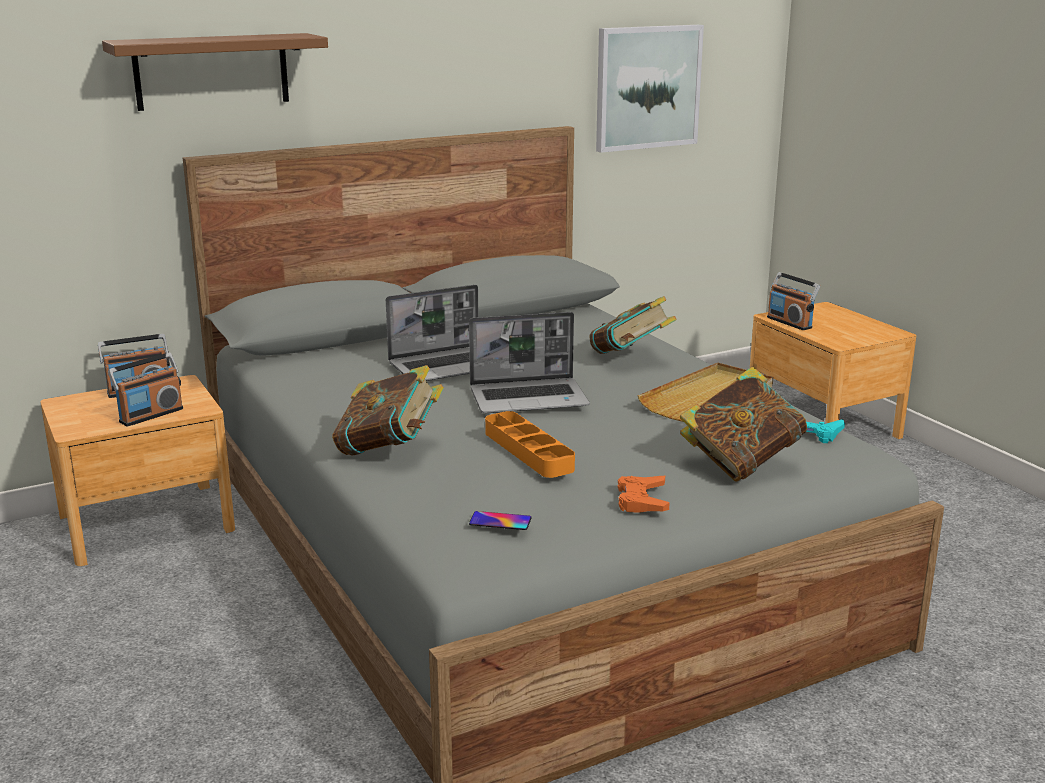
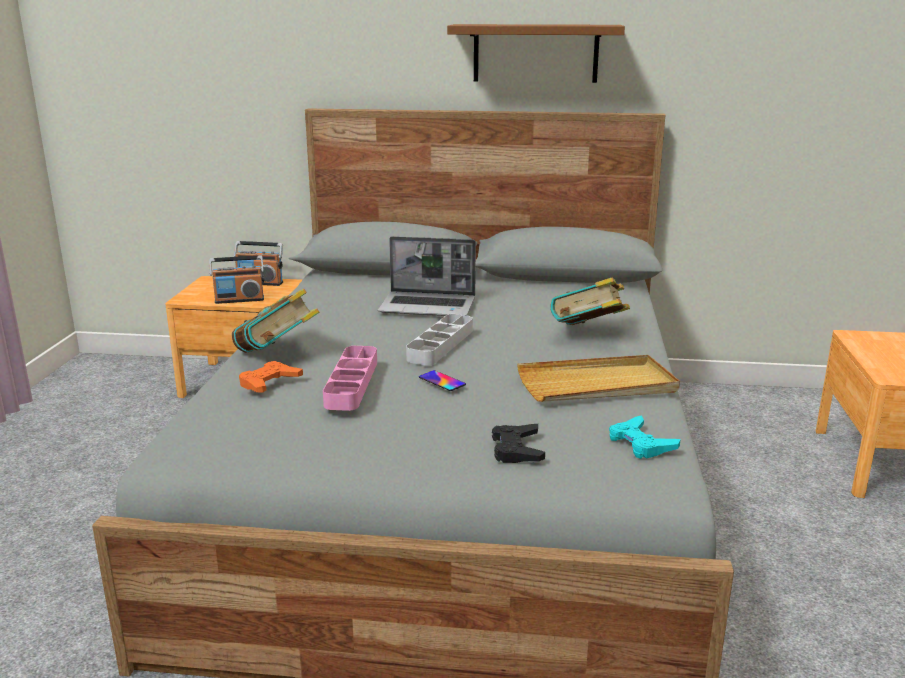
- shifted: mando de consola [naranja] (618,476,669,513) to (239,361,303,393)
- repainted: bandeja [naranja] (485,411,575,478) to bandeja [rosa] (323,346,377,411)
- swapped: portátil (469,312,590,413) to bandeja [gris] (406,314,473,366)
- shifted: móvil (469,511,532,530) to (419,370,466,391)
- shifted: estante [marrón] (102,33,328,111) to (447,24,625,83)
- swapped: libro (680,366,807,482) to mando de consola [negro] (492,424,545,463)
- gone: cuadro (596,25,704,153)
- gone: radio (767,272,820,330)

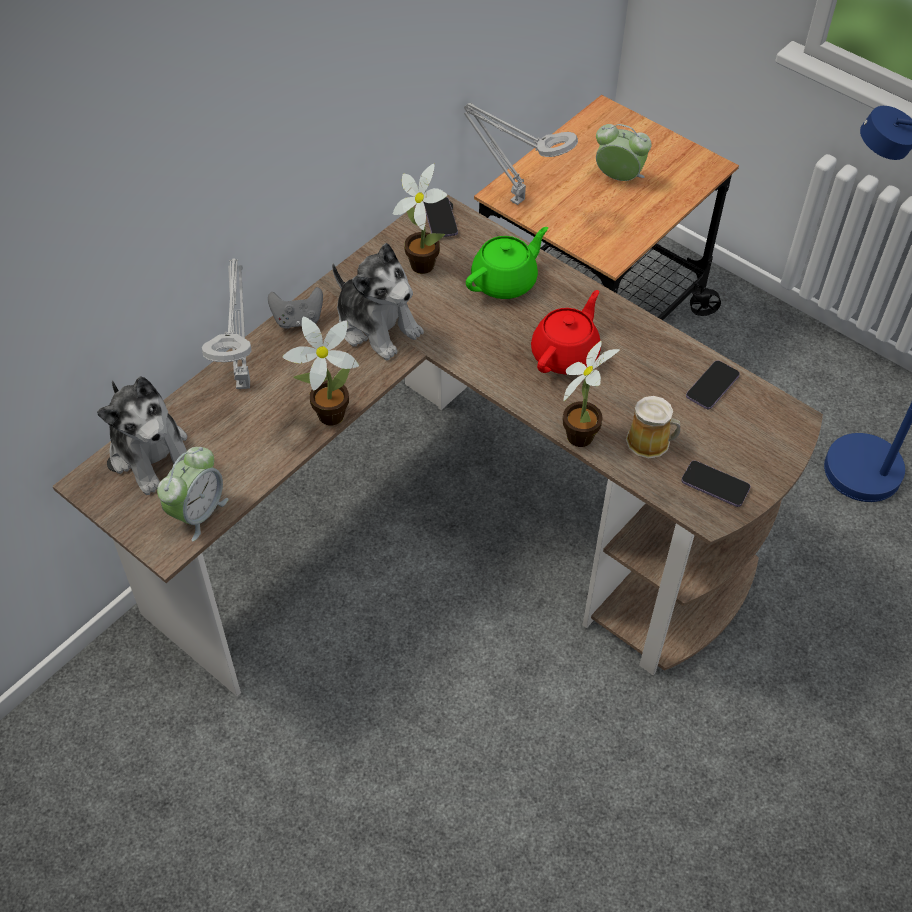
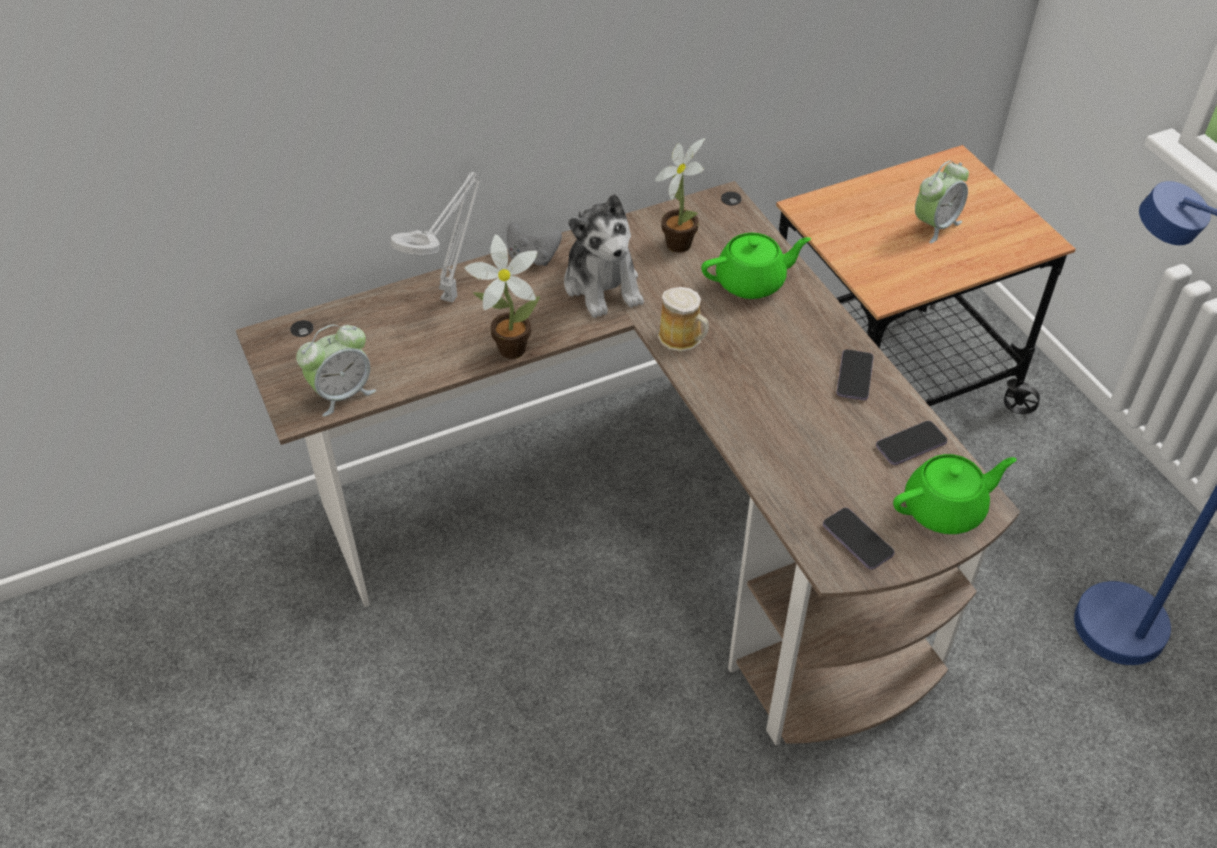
- shifted: taza grande (626,396,680,459) to (658,287,709,352)
- shifted: móvil (423,197,458,237) to (837,349,874,400)
- new: tetera [verde] (893,454,1017,534)
- rotated: despertador (596,124,652,181) = (915,160,969,243) 90 degrees clockwise
- gone: peluche (97,376,187,495)
- gone: lámpara de mesa [gris] (464,103,578,205)
- gone: tetera [rojo] (531,290,601,374)
- gone: planta en maceta (562,341,619,447)

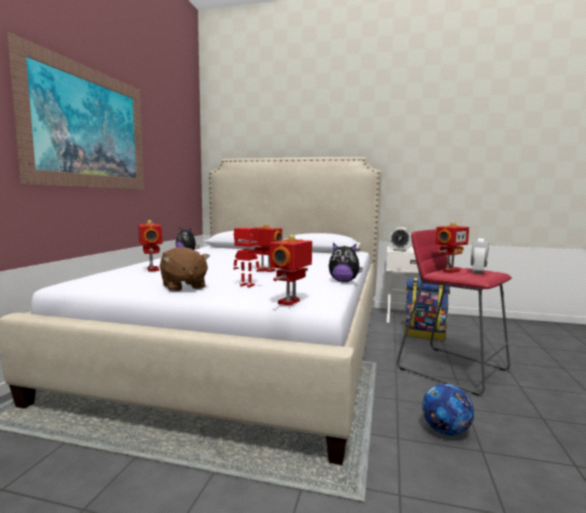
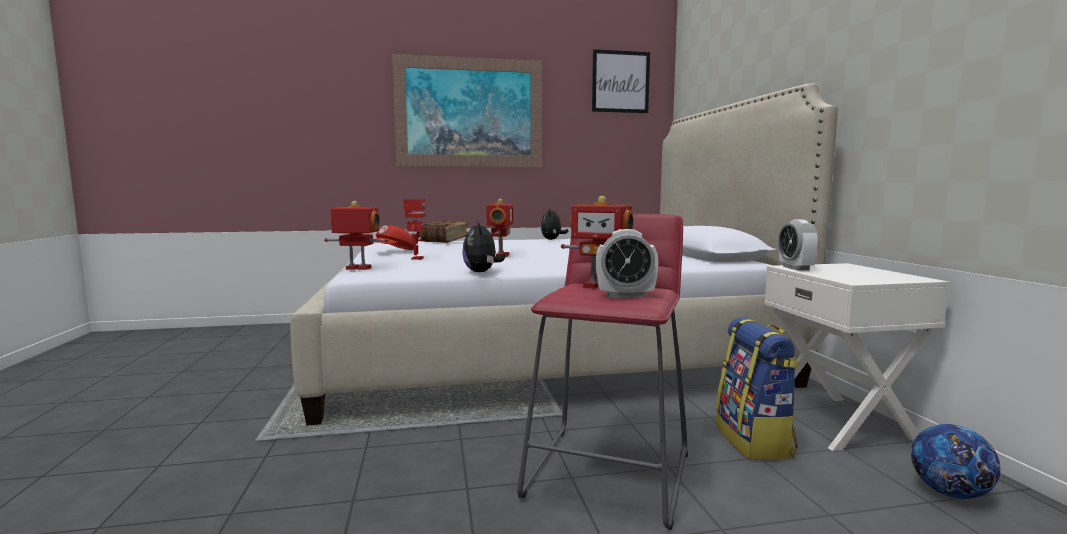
- swapped: peluche [marrón] (160,247,210,292) to gorra [rojo] (376,225,416,250)
- swapped: robot de juguete (138,220,162,272) to libro (419,221,469,243)
- new: cuadro (592,49,650,113)
- shifted: balón de fútbol (422,384,474,436) to (911,424,1001,499)

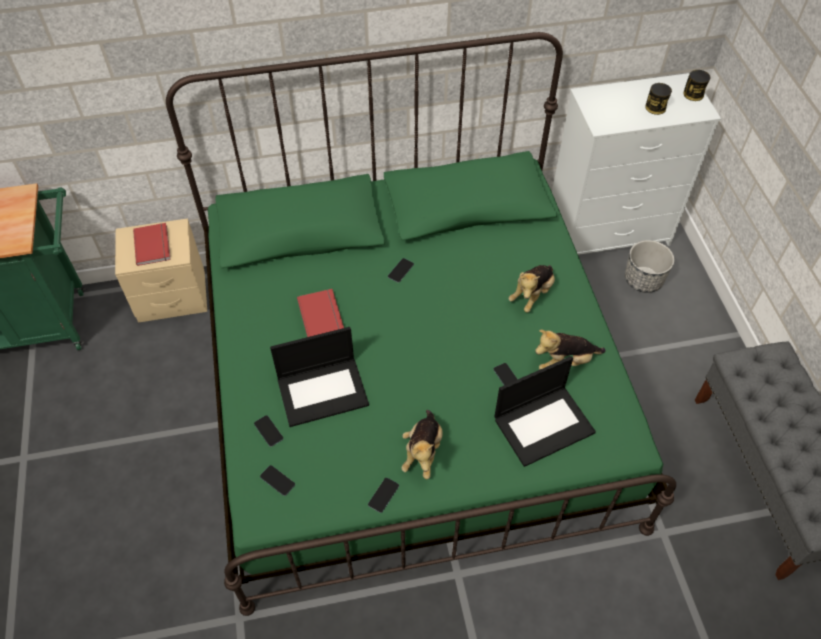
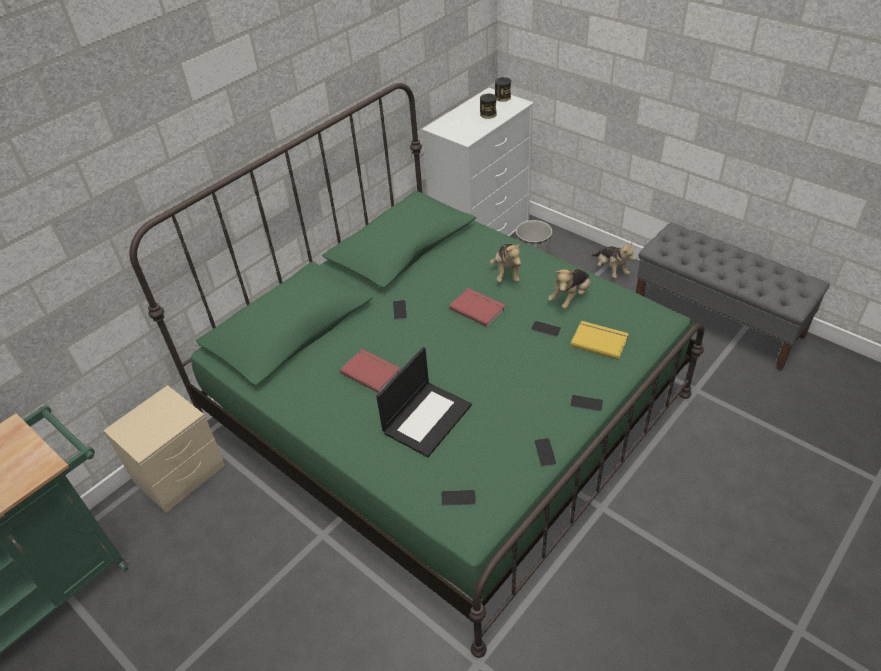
- shifted: libro [rojo] (133,223,171,266) to (449,288,506,327)
- swapped: portátil (494,356,596,467) to libro [amarillo] (570,321,629,360)
- shifted: móvil (254,415,283,447) to (570,395,603,411)
- shifted: peluche (401,410,442,480) to (592,243,636,278)

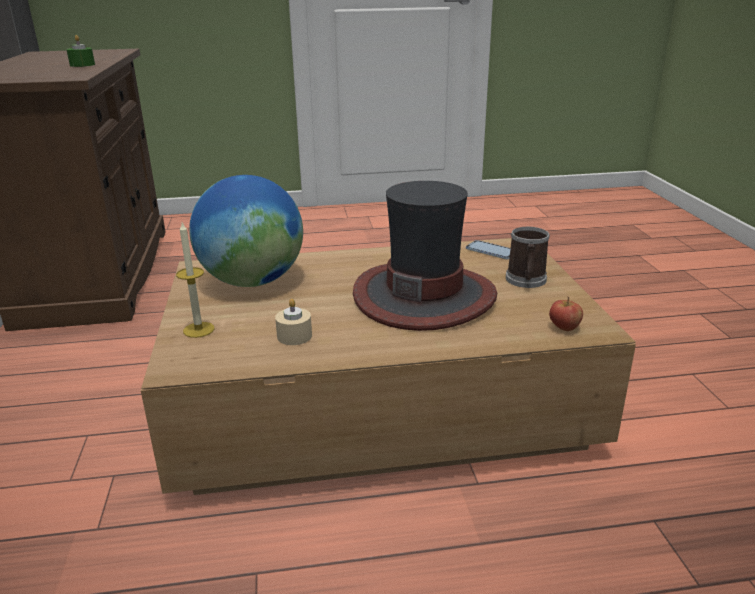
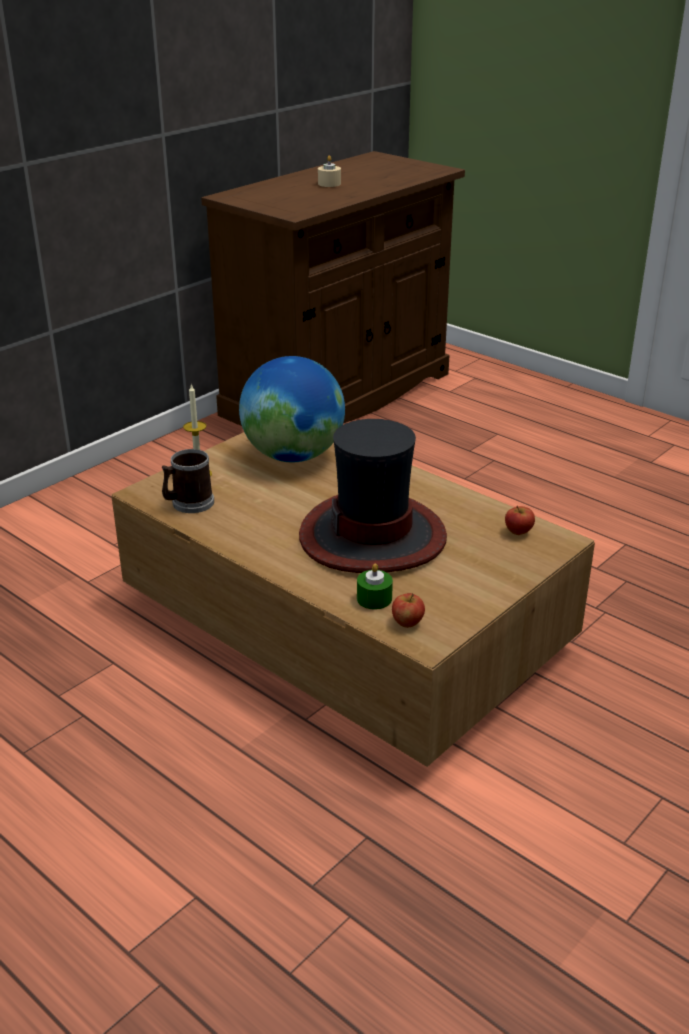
- shifted: taza grande (506,227,550,288) to (162,449,214,513)
- shifted: vela [beis] (275,299,312,345) to (318,155,341,187)
- shifted: vela [verde] (66,35,95,67) to (357,563,393,610)
- swapped: móvil (466,240,511,259) to manzana (505,506,535,535)

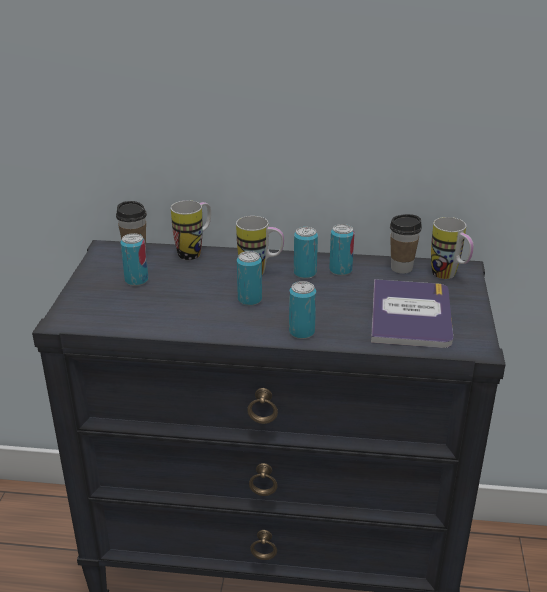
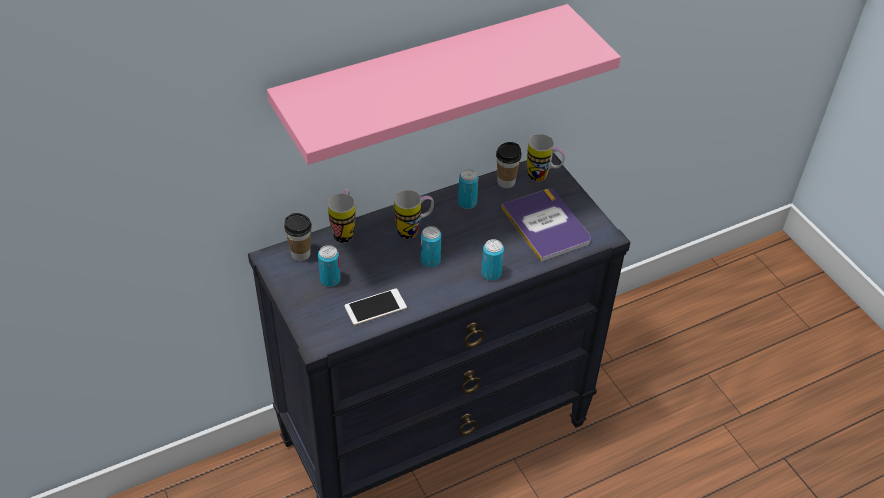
- new: estante [rosa] (267,4,621,165)
- new: móvil (345,288,407,325)
- gone: lata (294,227,318,279)

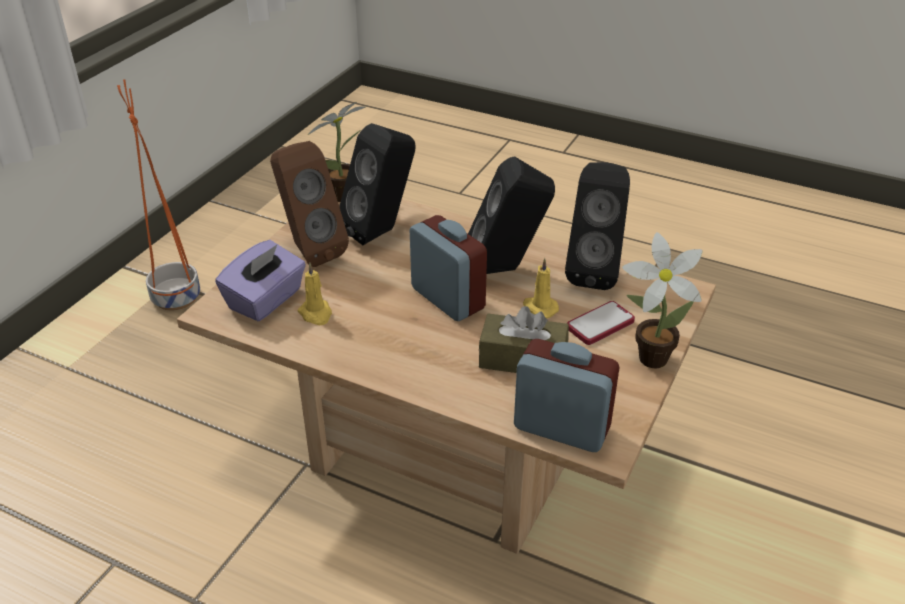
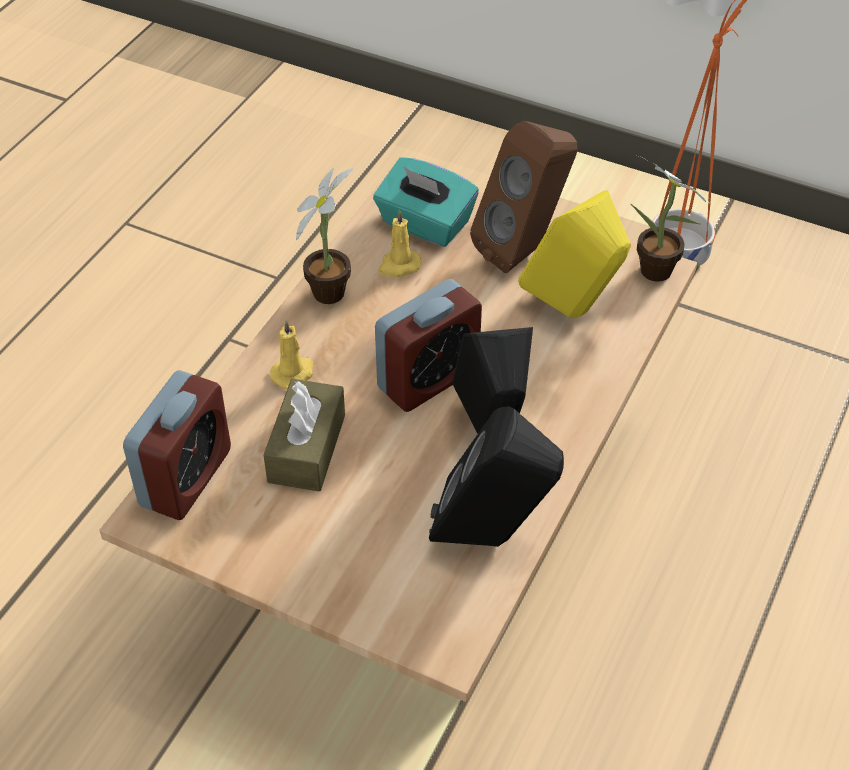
- shifted: vela [amarillo] (523,258,559,318) to (270,319,313,390)
- shifted: planta en maceta (622,232,703,368) to (296,168,354,304)
- repainted: caja de pañuelos [morado] (215,240,306,321) to caja de pañuelos [turquesa] (373,157,479,247)
- repainted: altavoz [negro] (339,123,416,245) to altavoz [amarillo] (518,190,631,318)
- gone: móvil (567,301,635,345)

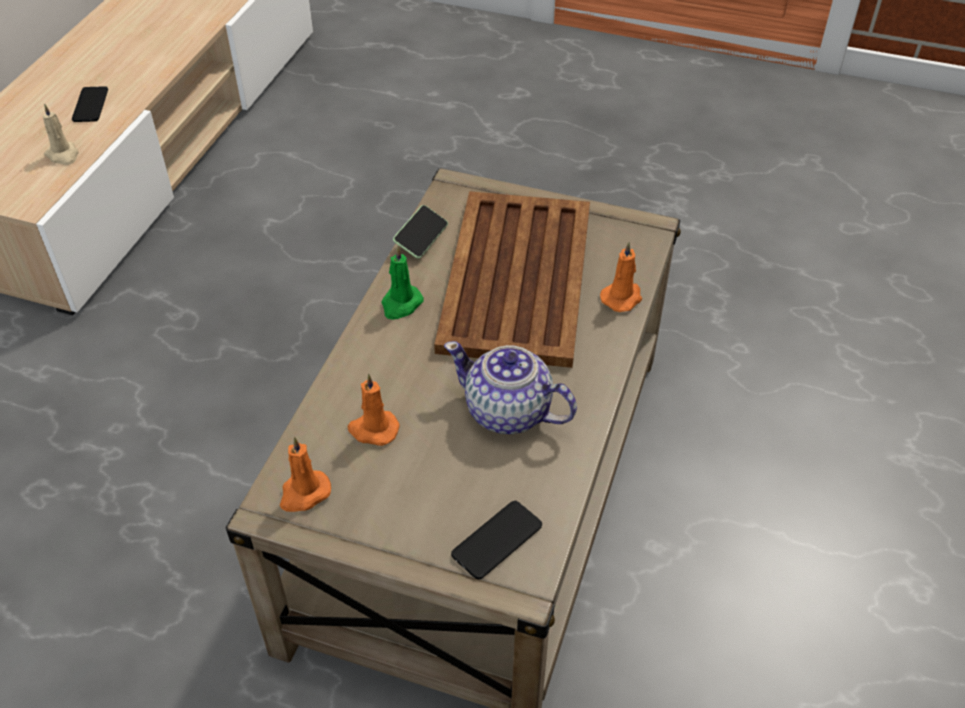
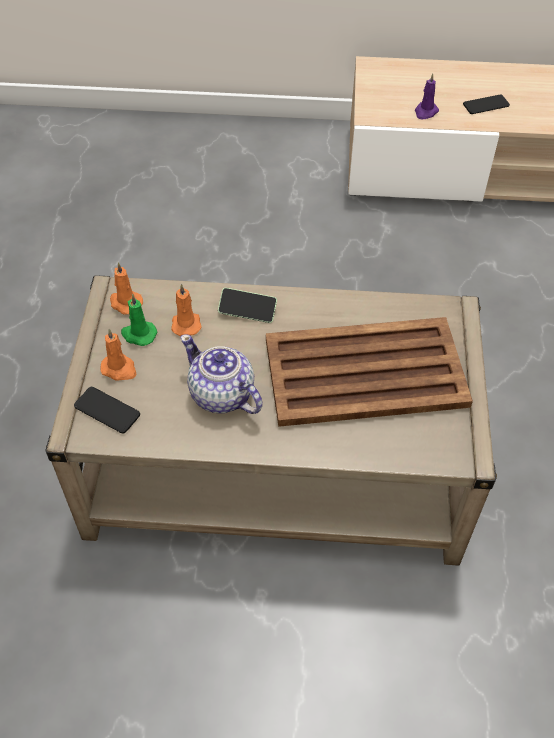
- shifted: vela [naranja] (600,242,642,312) to (100,329,136,381)
- shifted: vela [verde] (381,246,424,320) to (121,294,157,346)
- rotated: tetera (444,341,577,434) = (180,334,263,414) 60 degrees counterclockwise
- shifted: móvil (393,205,448,259) to (218,288,277,323)
- repainted: vela [beis] (43,103,78,165) to vela [morado] (415,73,439,120)

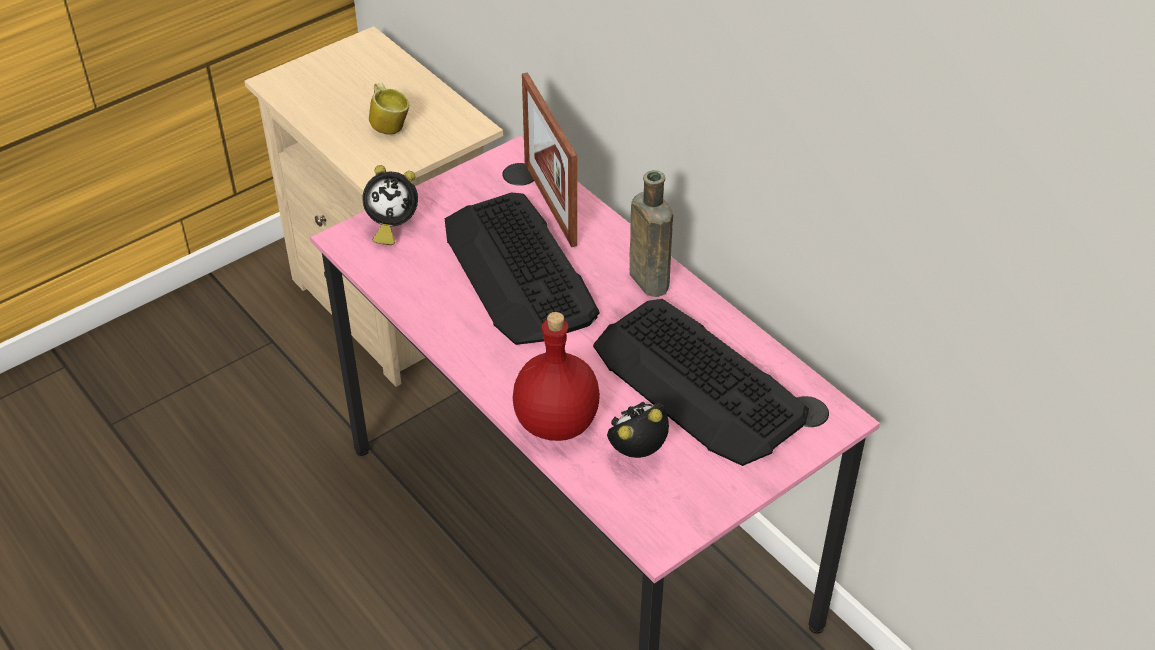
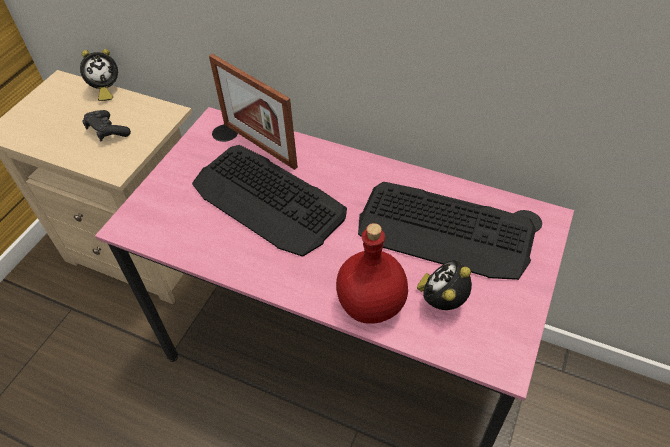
- shifted: despertador (362,165,418,245) to (80,49,118,101)
- swapped: taza grande (369,83,409,135) to mando de consola [negro] (82,110,131,142)
- gone: botella [marrón] (630,170,673,297)

